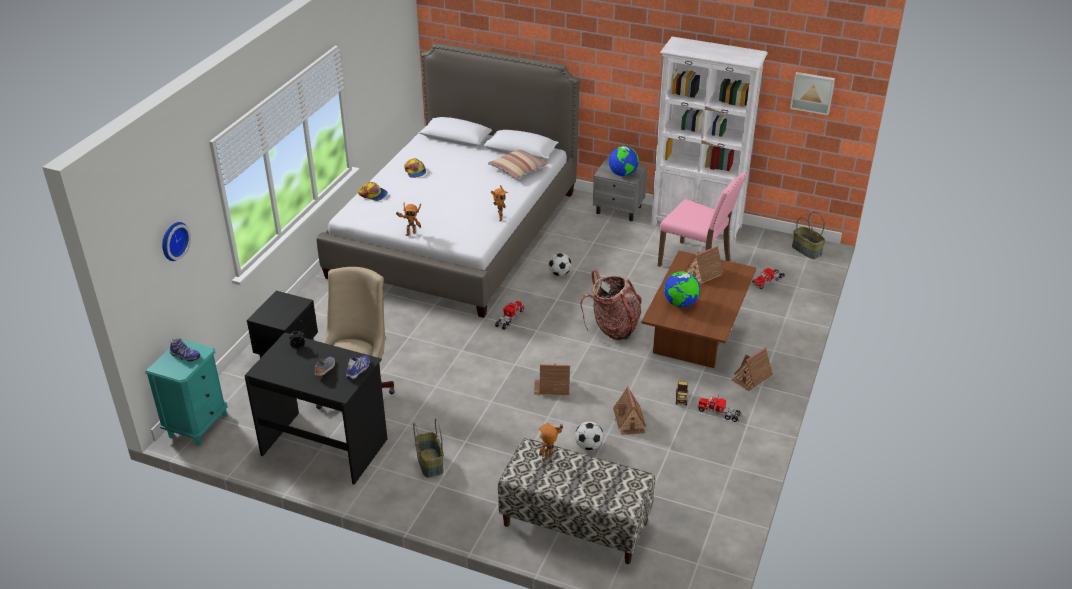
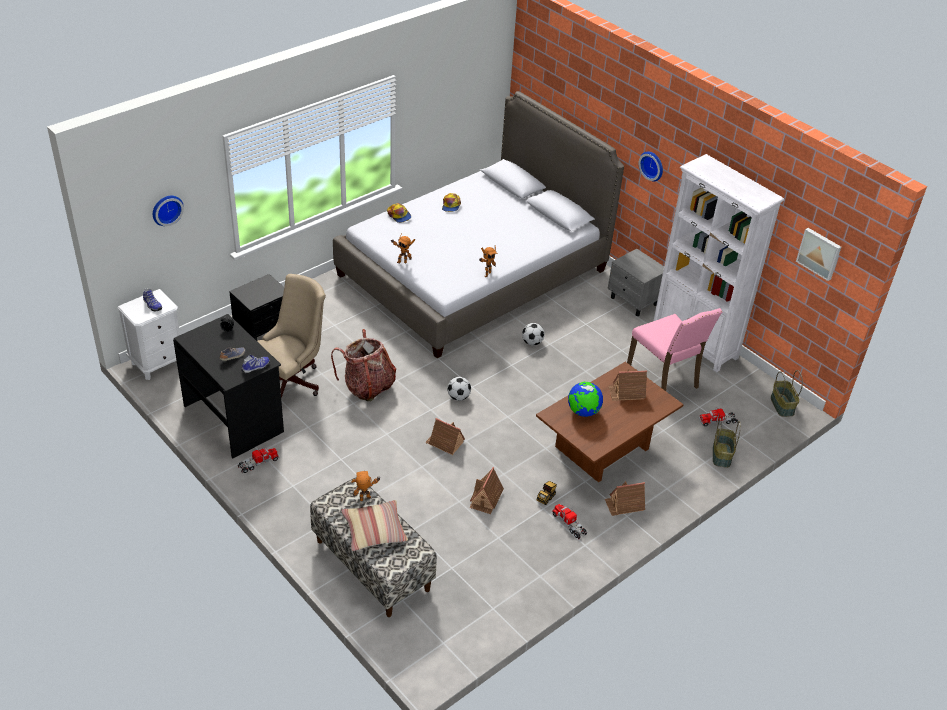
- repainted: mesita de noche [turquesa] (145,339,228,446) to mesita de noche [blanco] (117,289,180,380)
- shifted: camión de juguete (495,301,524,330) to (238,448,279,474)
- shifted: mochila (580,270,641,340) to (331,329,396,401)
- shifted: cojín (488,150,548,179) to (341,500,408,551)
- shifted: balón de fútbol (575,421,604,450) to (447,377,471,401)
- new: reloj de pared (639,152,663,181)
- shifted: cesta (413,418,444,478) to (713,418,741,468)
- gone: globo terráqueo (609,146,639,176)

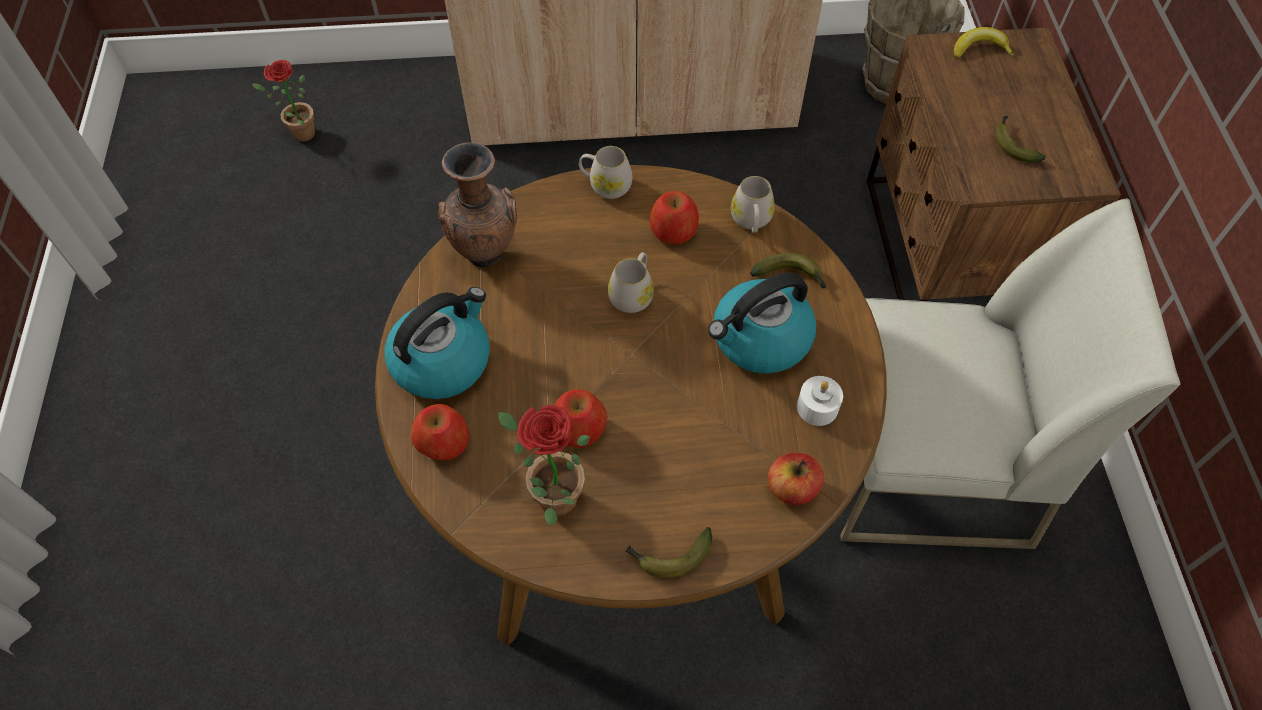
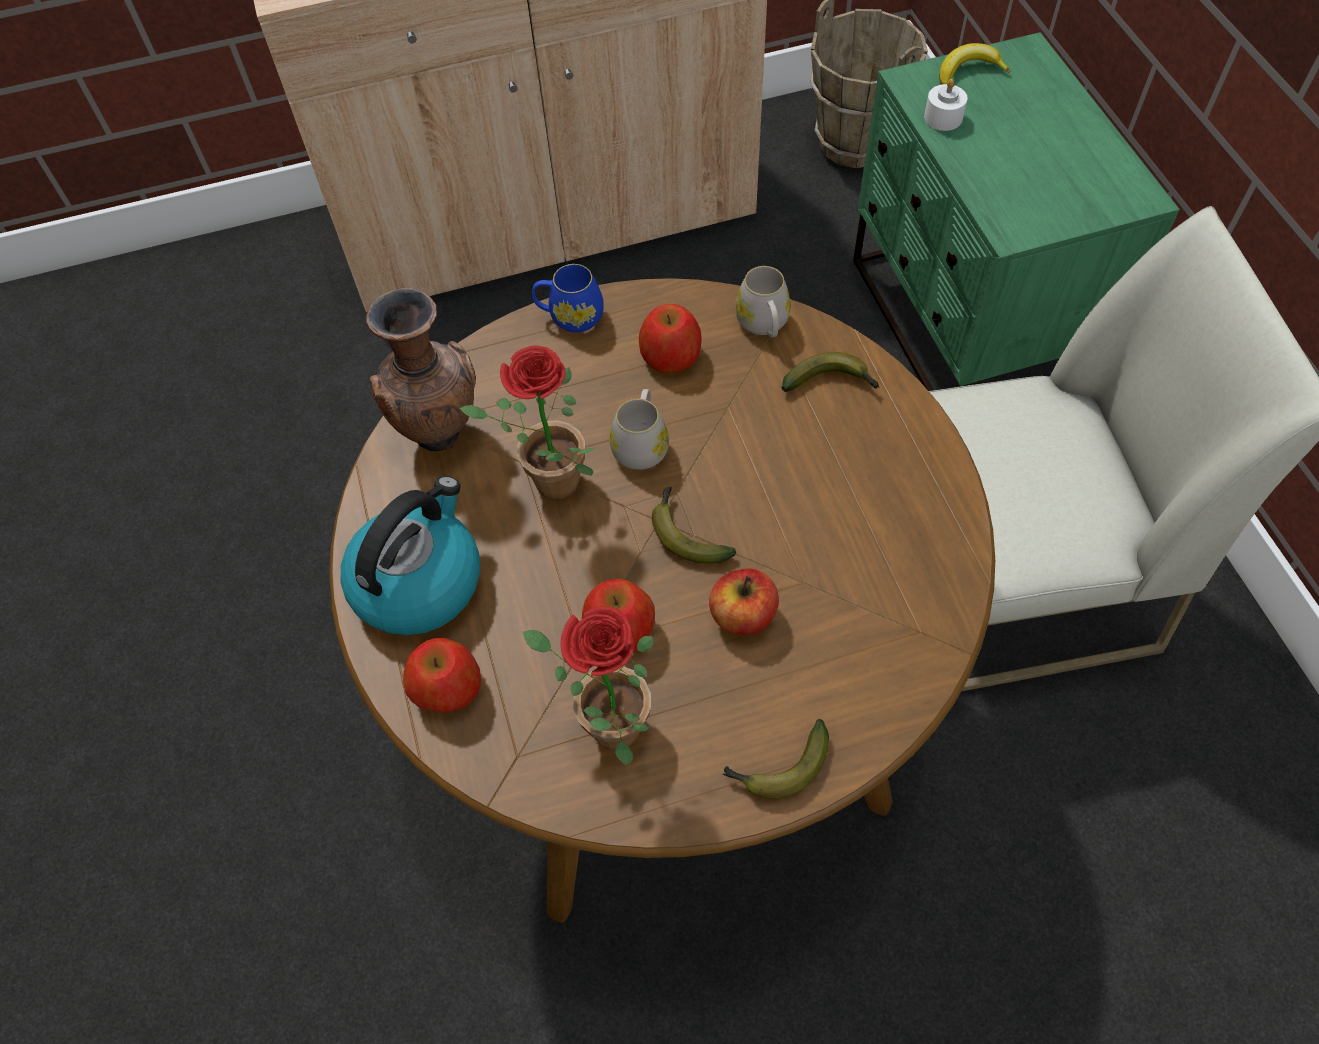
- shifted: planta en maceta (252,60,315,142) to (459,346,594,500)
- repainted: taza grande [blanco] (579,146,632,199) to taza grande [azul] (532,264,604,333)
- shifted: plátano (994,116,1046,163) to (652,486,736,564)
- shifted: manzana (768,453,824,505) to (709,568,779,635)
- repainted: mesita de noche [marrón] (867,27,1121,301) to mesita de noche [verde] (853,32,1180,391)
- shifted: vela [blanco] (797,376,843,426) to (924,79,967,131)
- gone: hervidor (708,272,816,374)

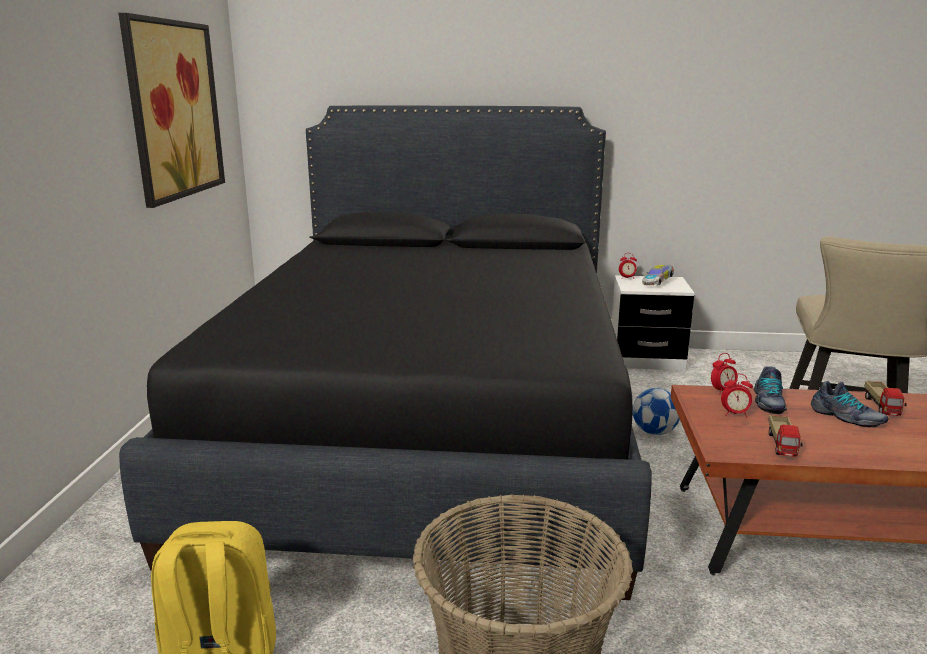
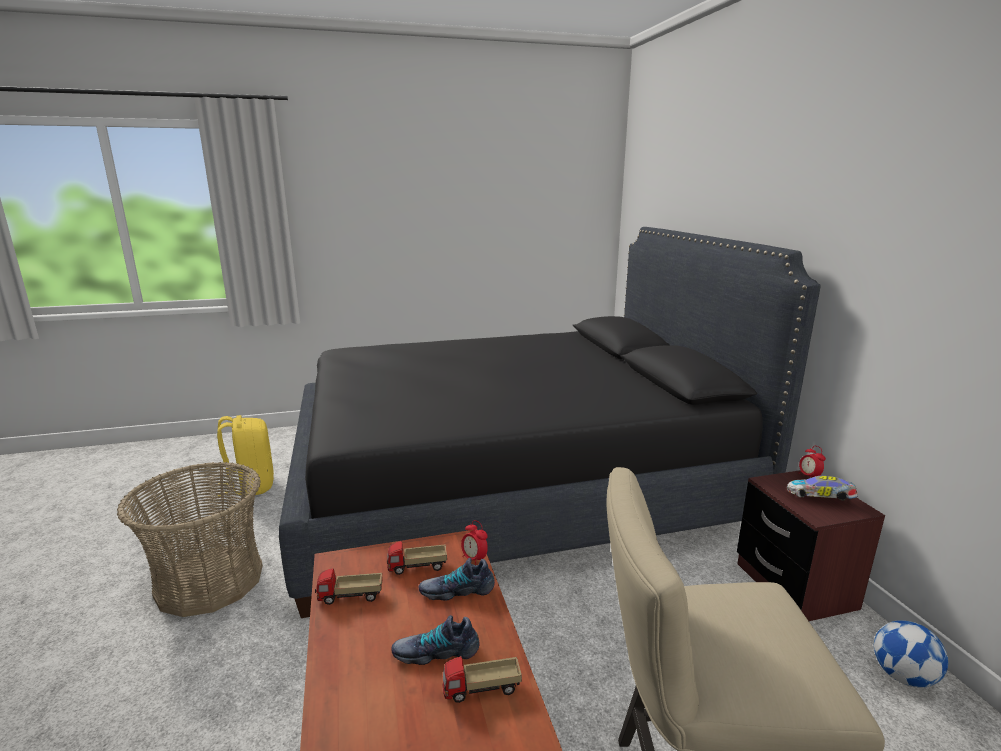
- swapped: despertador (721,374,753,417) to camión de juguete (387,541,447,575)
- rotated: zapato (811,381,889,428) = (391,615,480,665) 60 degrees clockwise
- repainted: mesita de noche [blanco] (612,276,694,370) to mesita de noche [marrón] (737,470,885,621)
- shifted: balón de fútbol (633,388,680,435) to (874,620,948,688)
- gone: cuadro (119,13,225,208)

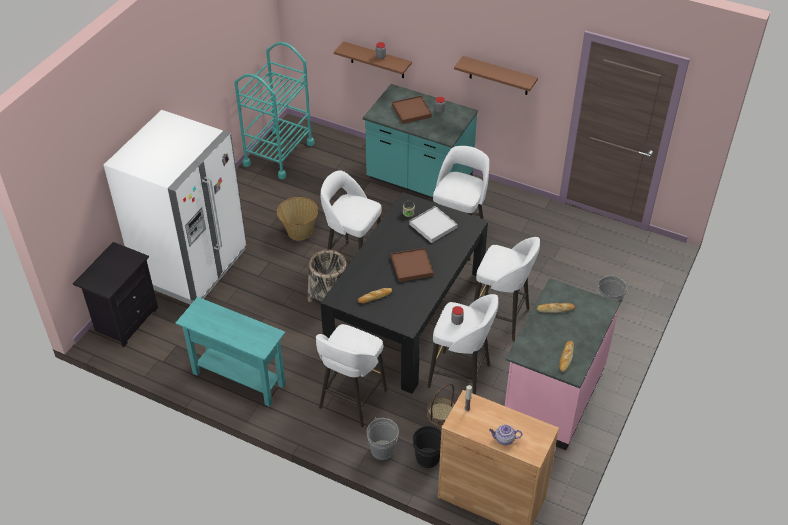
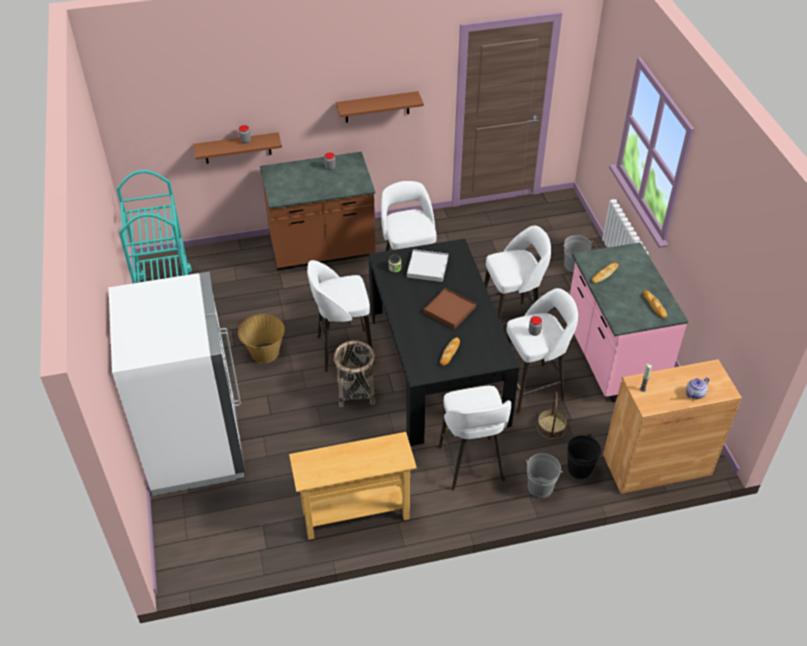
- repainted: mueble bajo de cocina [turquesa] (363,84,478,199) to mueble bajo de cocina [marrón] (260,152,376,270)
- repainted: mesa consola [turquesa] (175,297,286,407) to mesa consola [beis] (289,432,417,540)
- gone: mesita de noche [negro] (73,242,158,347)
- gone: bandeja [marrón] (392,96,432,124)

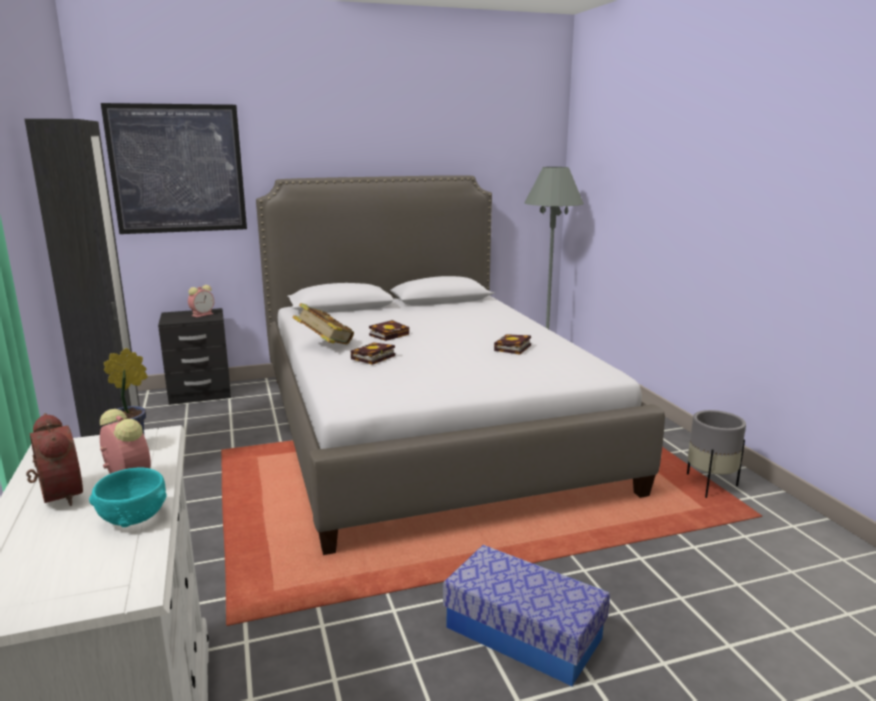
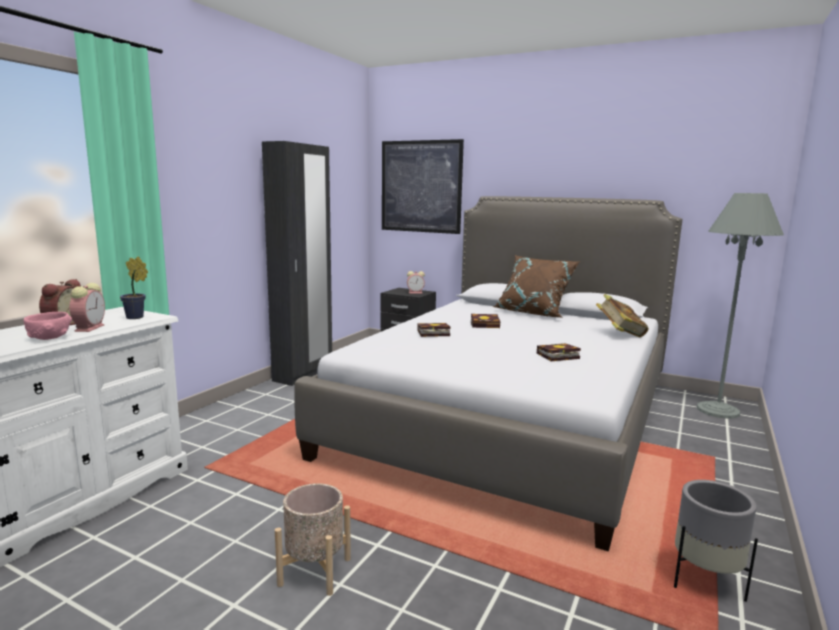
- repainted: cuenco [turquesa] (89,467,167,527) to cuenco [rosa] (23,312,72,340)
- swapped: caja de almacenaje (443,545,610,686) to maceta [beis] (275,483,351,596)
- new: cojín [marrón] (493,255,580,318)
- shifted: libro (292,303,354,345) to (596,294,649,337)

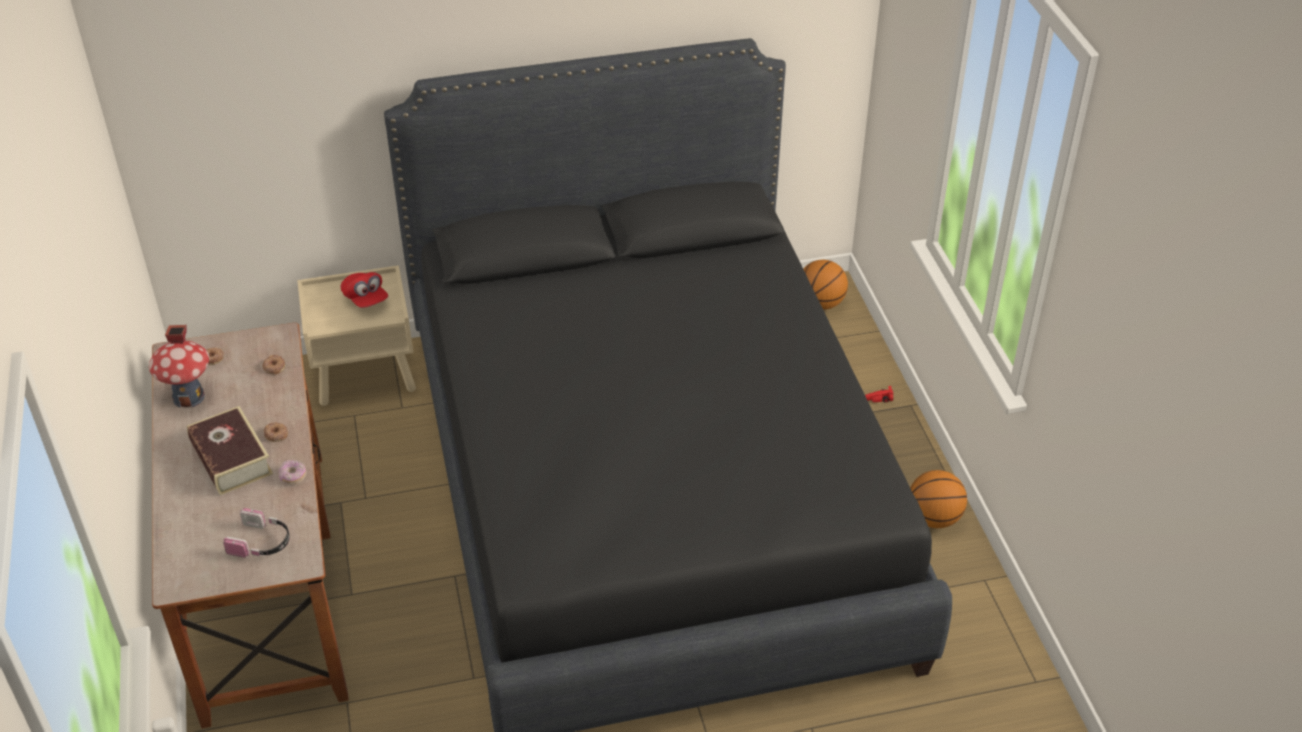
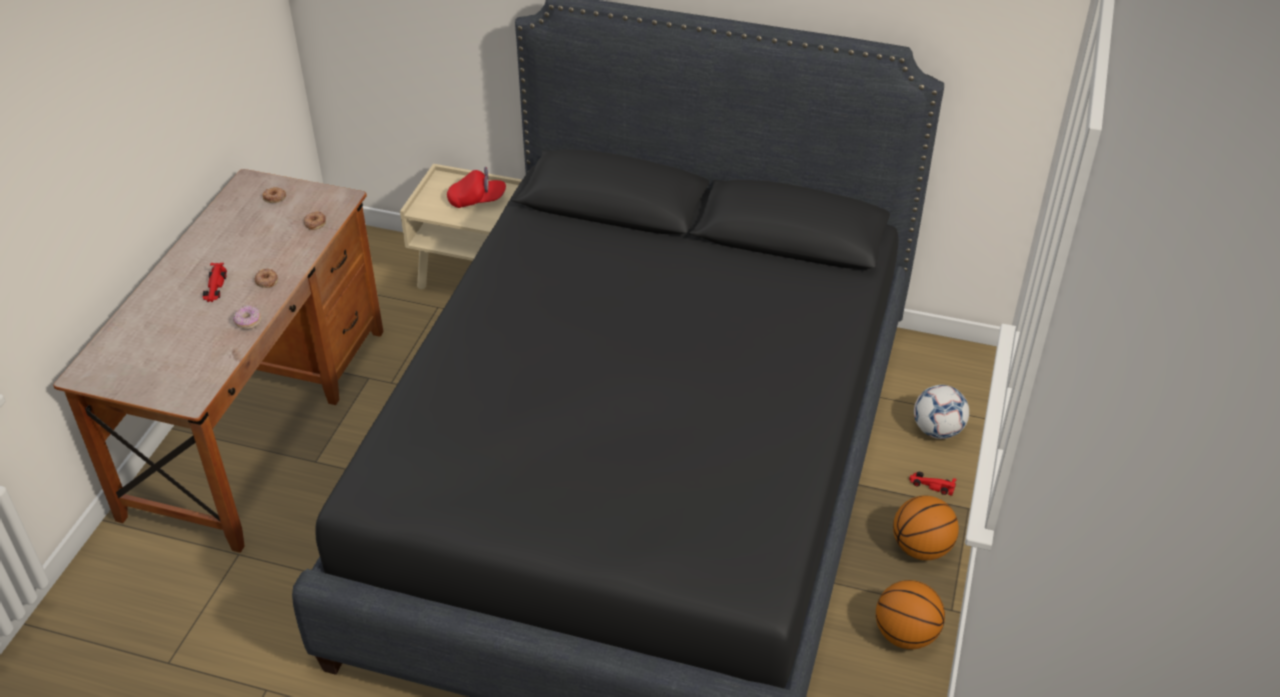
- swapped: libro (187,406,273,495) to coche de juguete [rojo] (203,263,227,302)
- rotated: gorra [rojo] (341,272,388,308) = (447,167,506,208) 90 degrees counterclockwise
- shifted: balón de baloncesto (804,260,848,310) to (893,496,959,560)
- new: balón de fútbol (914,385,969,439)
- gone: casita (149,325,209,407)
- gone: auriculares (223,508,290,558)

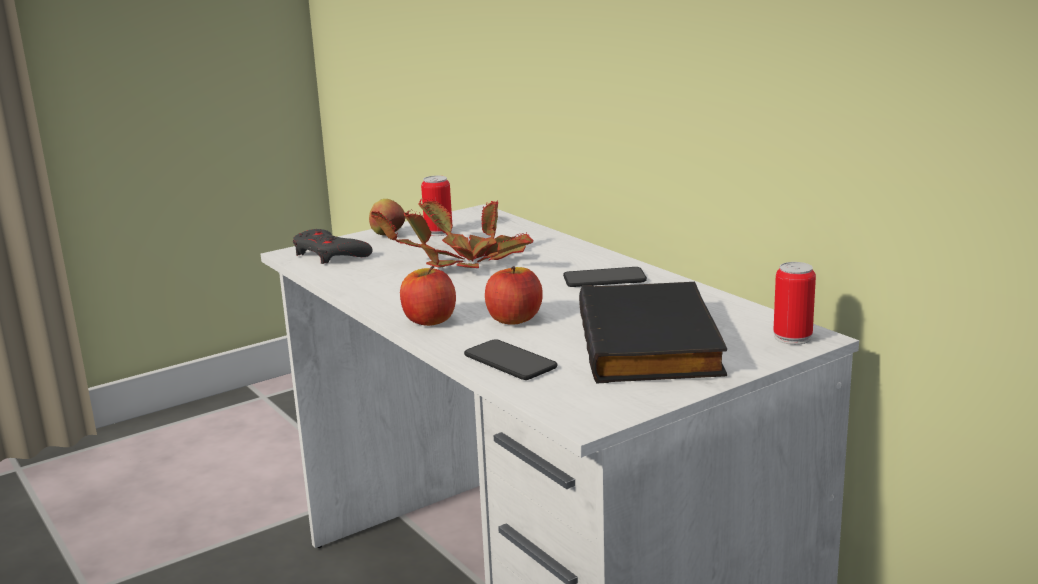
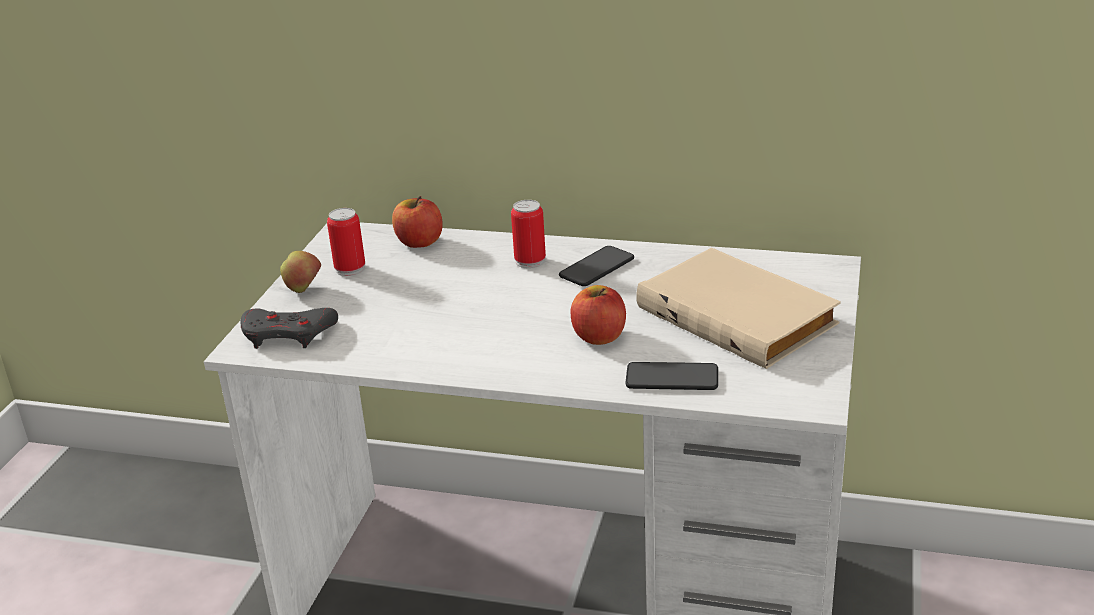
- shifted: manzana (400,266,456,326) to (392,196,443,248)
- shifted: lata (773,262,816,345) to (511,200,546,268)
- repainted: libro [negro] (579,282,727,384) to libro [beis] (636,248,841,369)
- gone: planta en maceta (371,198,533,268)

